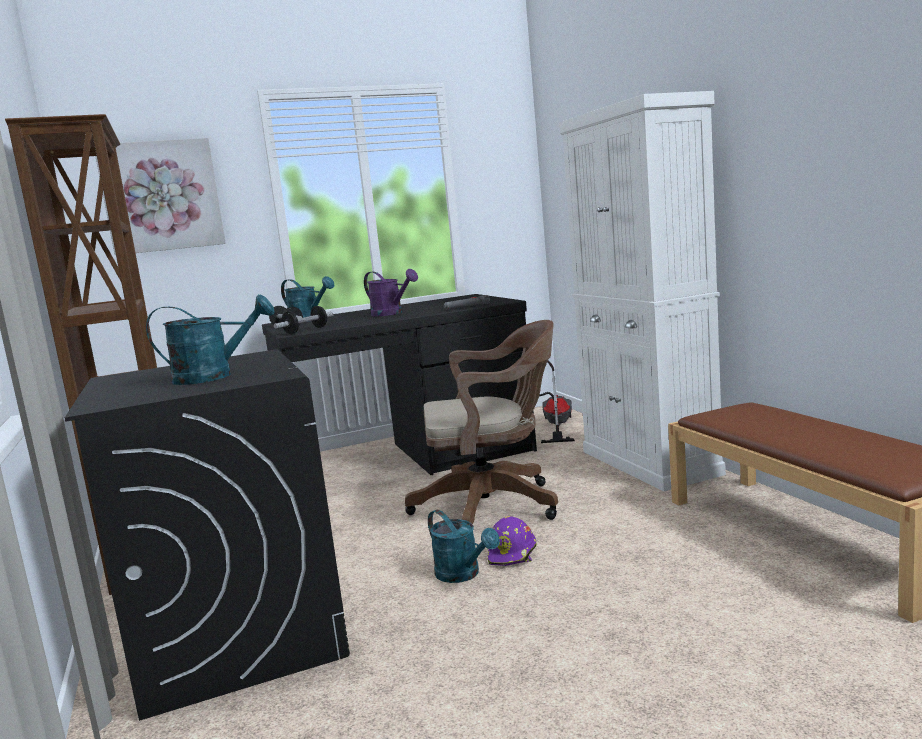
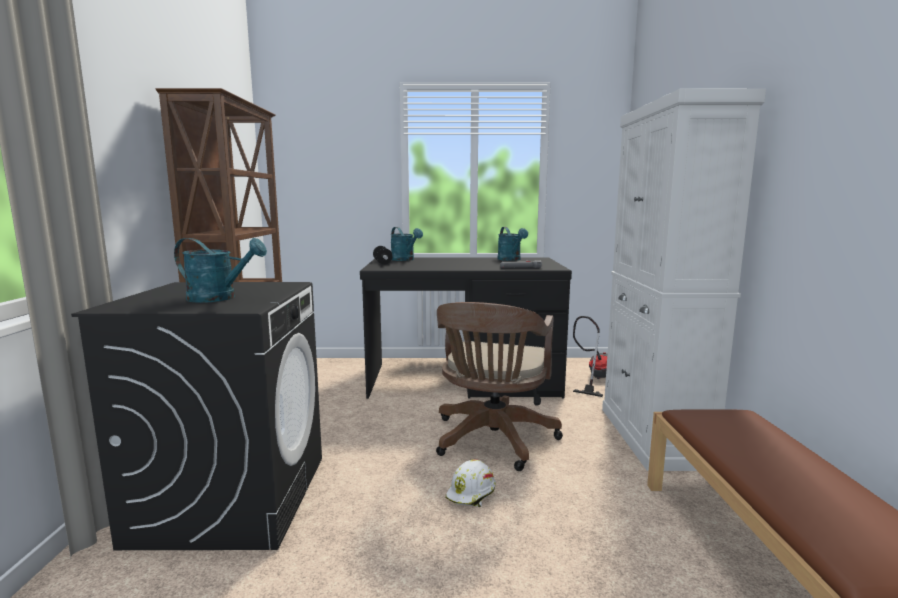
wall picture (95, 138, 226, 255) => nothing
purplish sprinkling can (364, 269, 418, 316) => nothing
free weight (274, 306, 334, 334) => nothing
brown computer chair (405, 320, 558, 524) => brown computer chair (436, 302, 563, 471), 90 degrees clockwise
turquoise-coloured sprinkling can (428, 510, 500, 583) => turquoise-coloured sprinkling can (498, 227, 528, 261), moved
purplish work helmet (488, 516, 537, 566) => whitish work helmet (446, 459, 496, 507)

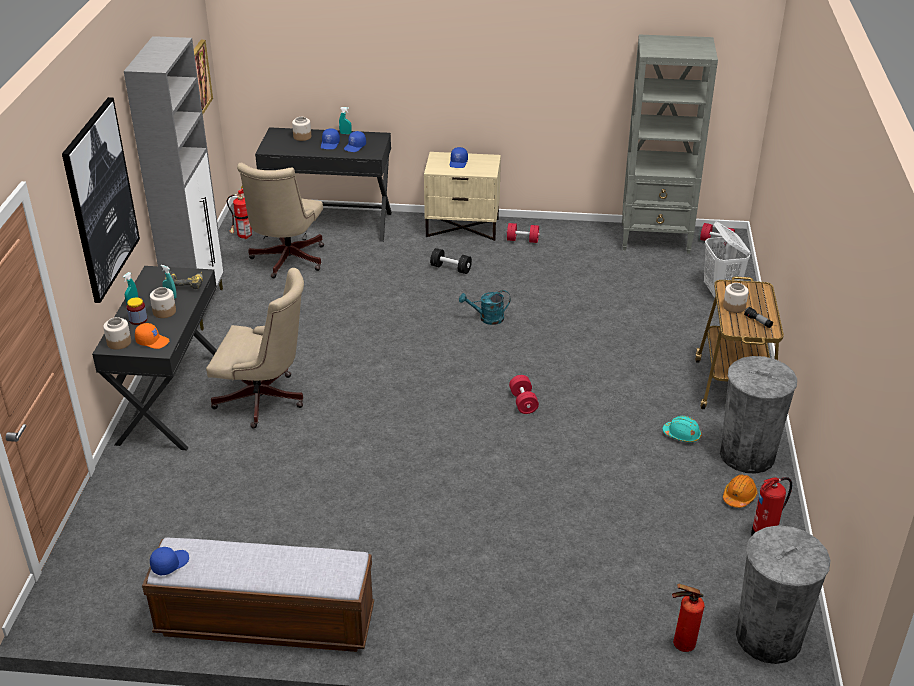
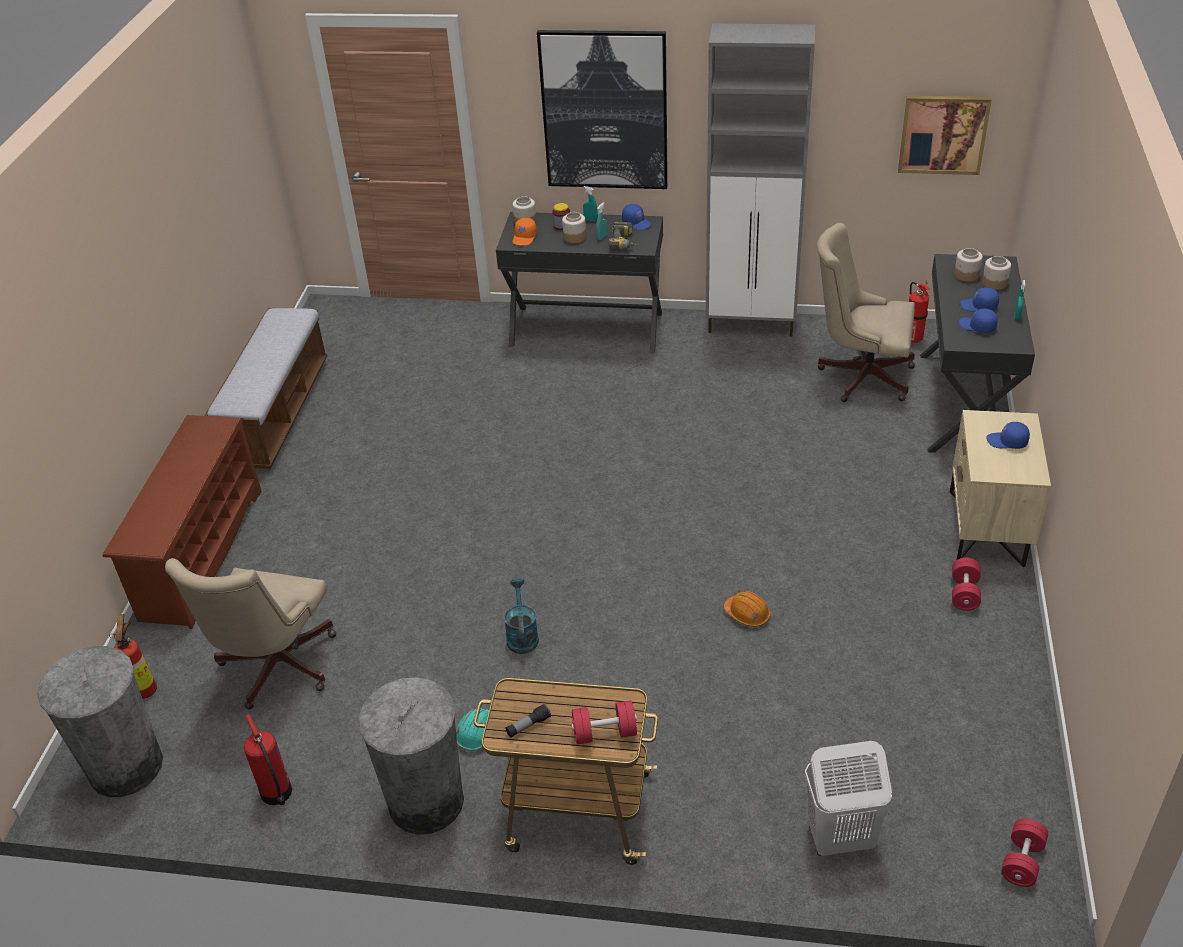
gray shelving unit (622, 35, 718, 254) => nothing
black free weight (430, 248, 472, 274) => nothing
sand-coloured computer chair (206, 268, 304, 429) => sand-coloured computer chair (165, 558, 337, 709), moved
preserve jar (723, 283, 749, 313) => preserve jar (954, 248, 983, 282), moved
turquoise-coloured sprinkling can (459, 290, 511, 325) => turquoise-coloured sprinkling can (504, 578, 539, 654), moved
reddish free weight (509, 375, 539, 414) => reddish free weight (571, 700, 637, 745), moved
orange work helmet (723, 474, 758, 508) => orange work helmet (724, 591, 771, 627), moved
bluish baseball cap (150, 547, 189, 575) => bluish baseball cap (622, 204, 651, 230), moved
nothing => brown shoe shelf (103, 415, 261, 629)

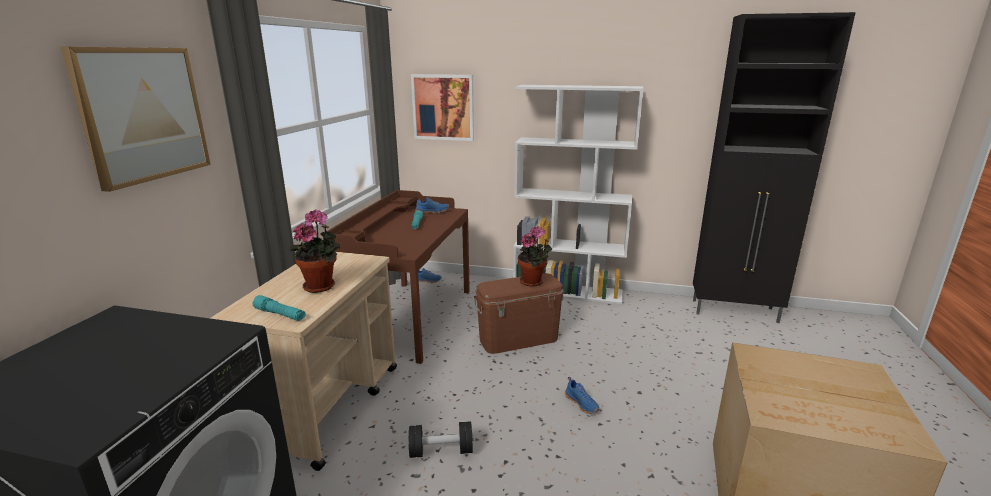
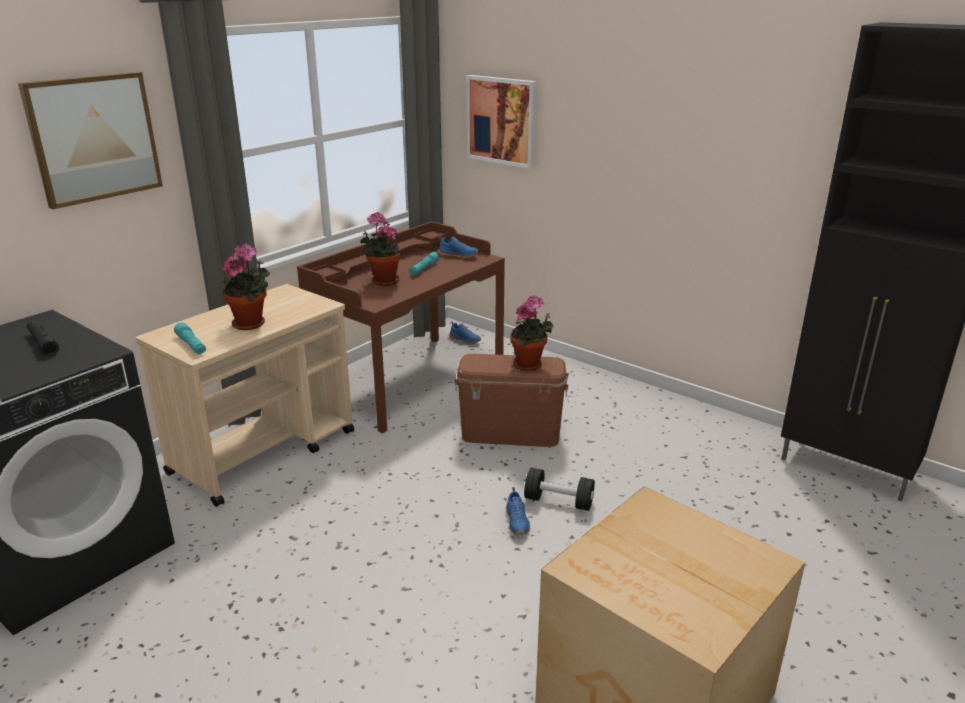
whitish shelving unit (513, 85, 644, 304) => nothing
black free weight (408, 421, 474, 458) => black free weight (524, 468, 595, 511), moved
nothing => houseplant (360, 212, 401, 286)
nothing => black hand torch (27, 321, 59, 356)

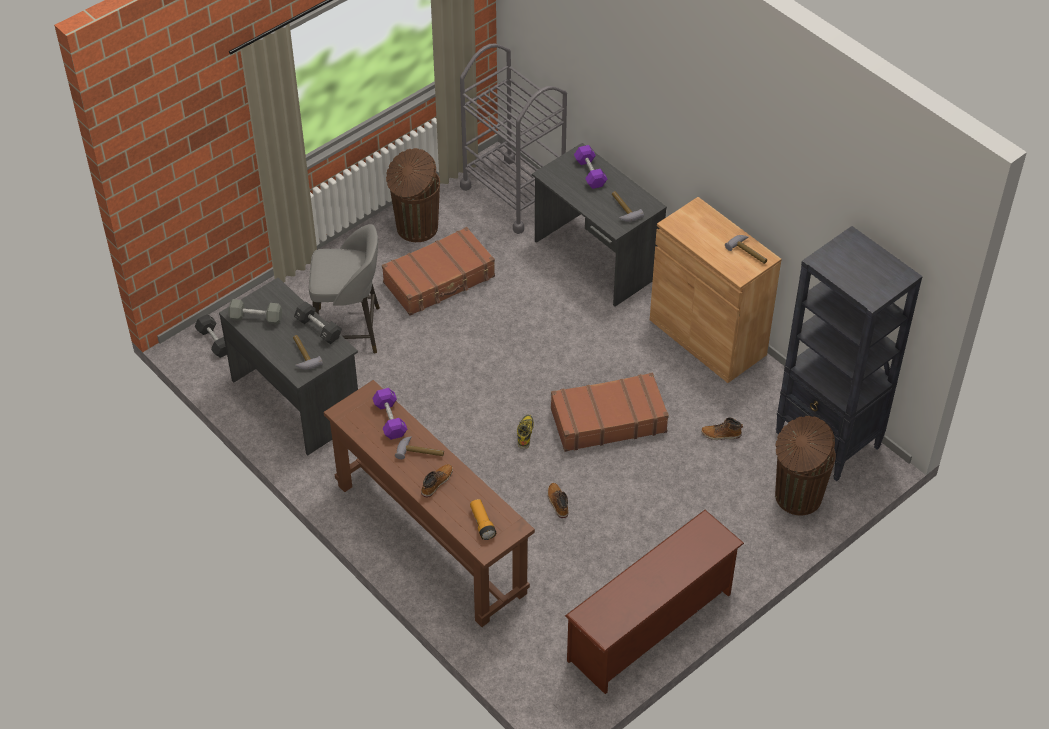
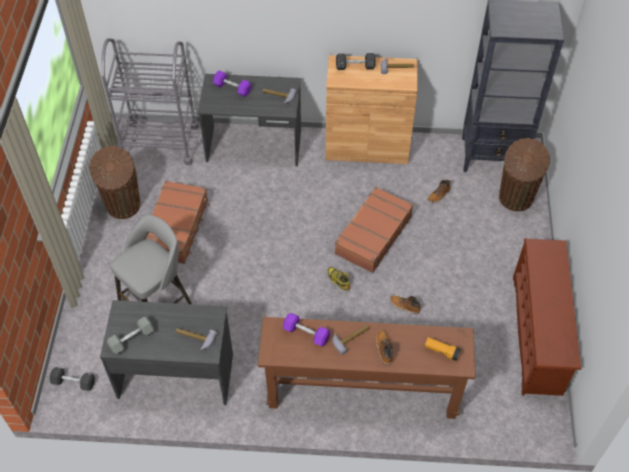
black free weight (294, 301, 342, 344) => black free weight (336, 53, 376, 70), moved

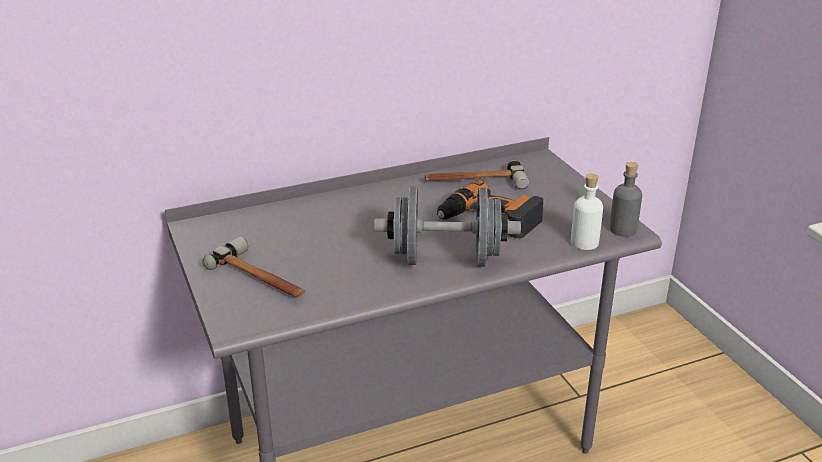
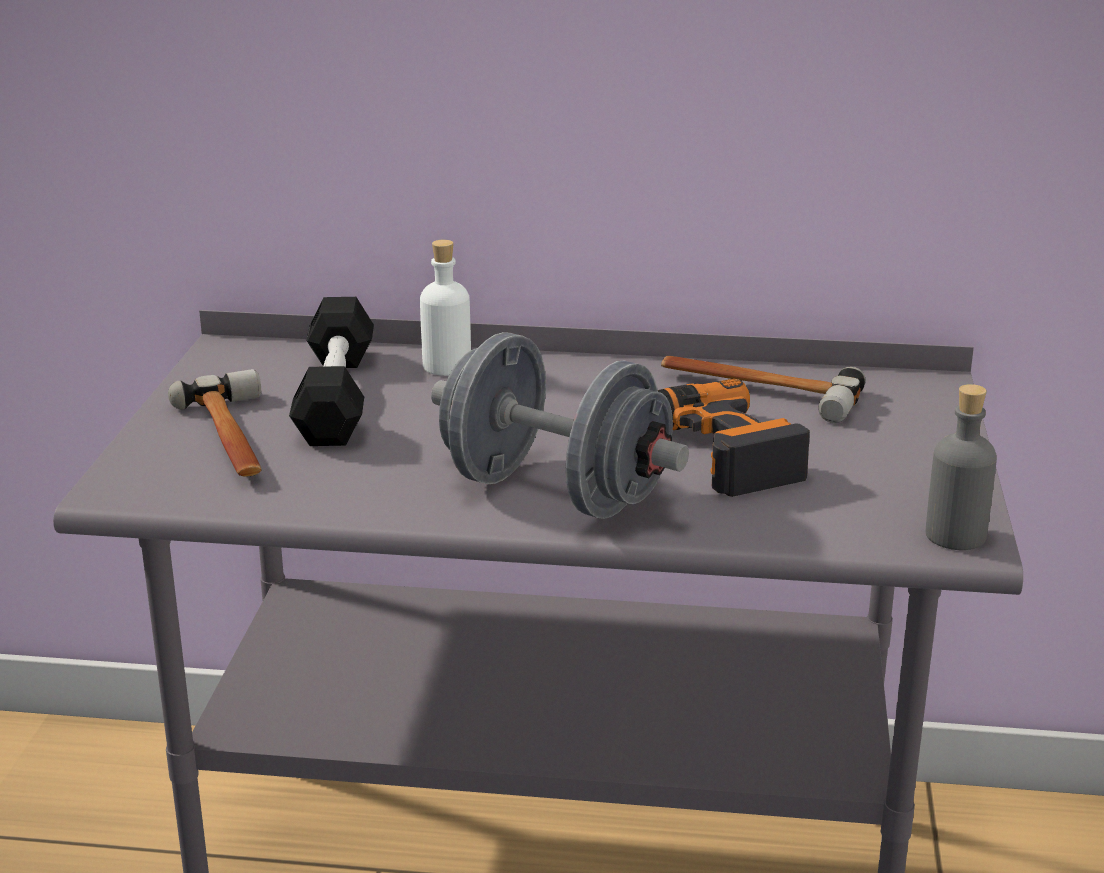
whitish beverage bottle (571, 174, 603, 250) => whitish beverage bottle (420, 240, 471, 376), moved
nothing => black free weight (289, 297, 374, 446)

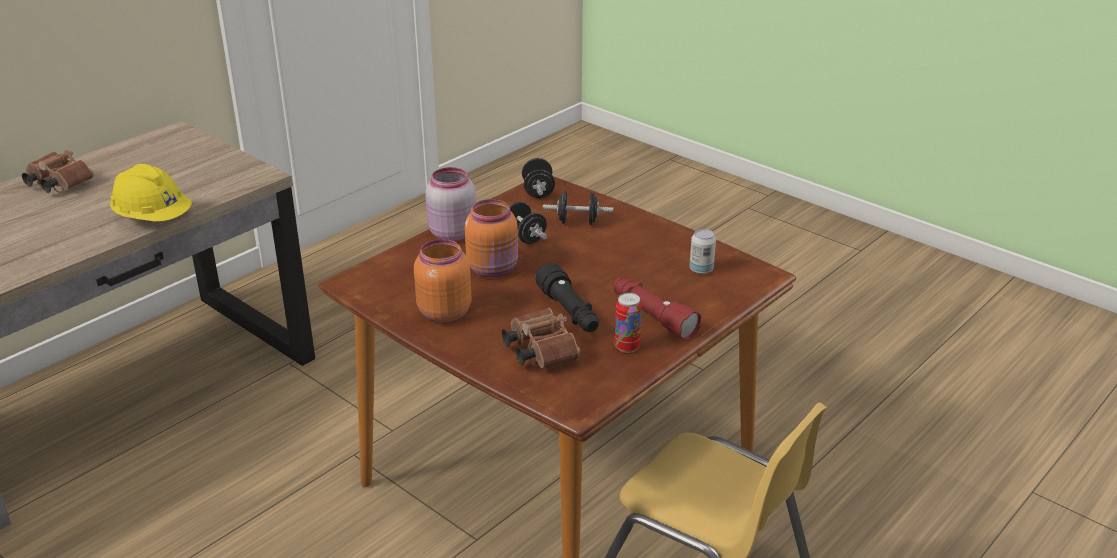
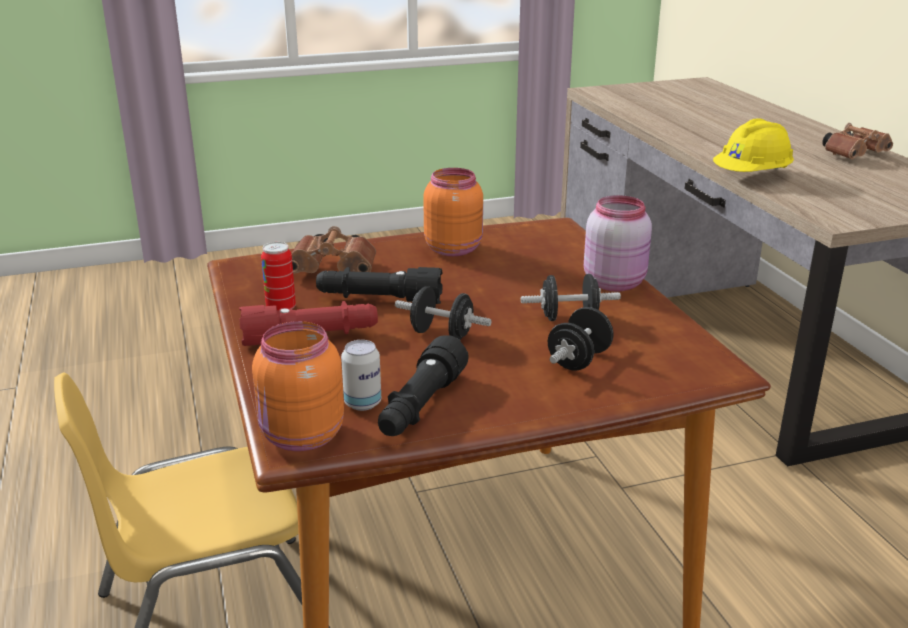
black free weight (522, 158, 555, 198) => black free weight (395, 286, 492, 340), moved
orange preserve jar (465, 199, 518, 277) => orange preserve jar (252, 321, 344, 451), moved
nothing => black hand torch (378, 335, 469, 436)

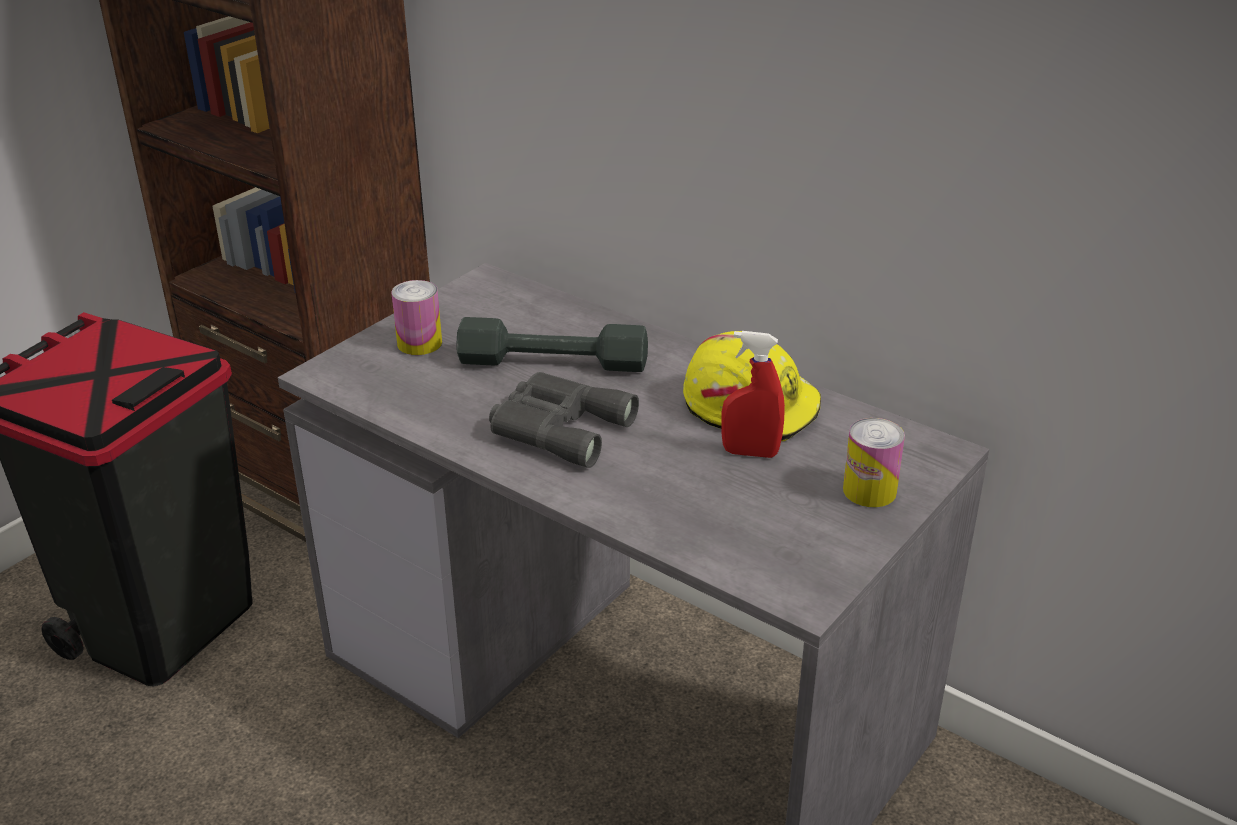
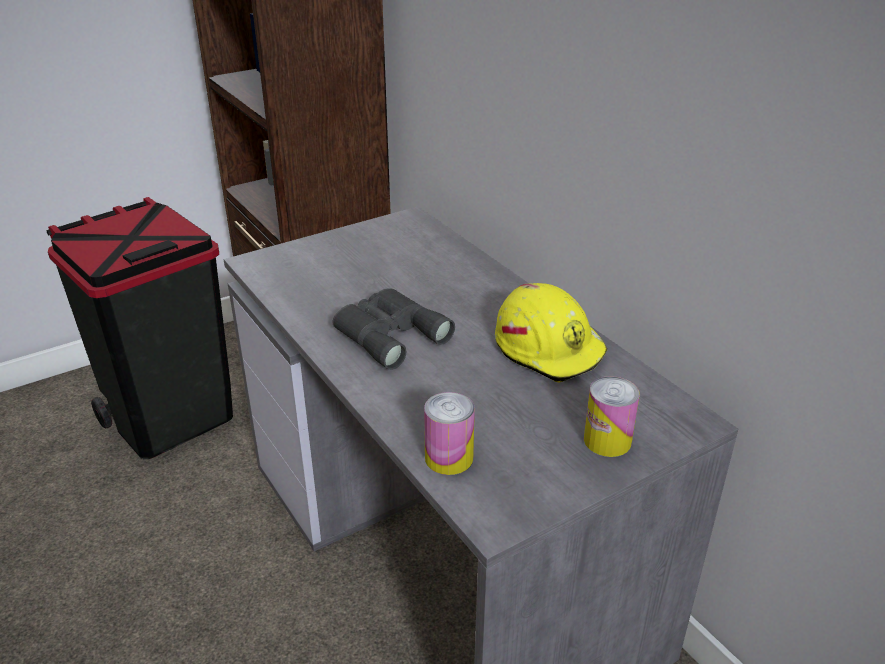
can (391, 280, 442, 355) => can (424, 392, 475, 475), moved
gray free weight (456, 317, 648, 372) => nothing
reddish sprayer (721, 331, 785, 458) => nothing

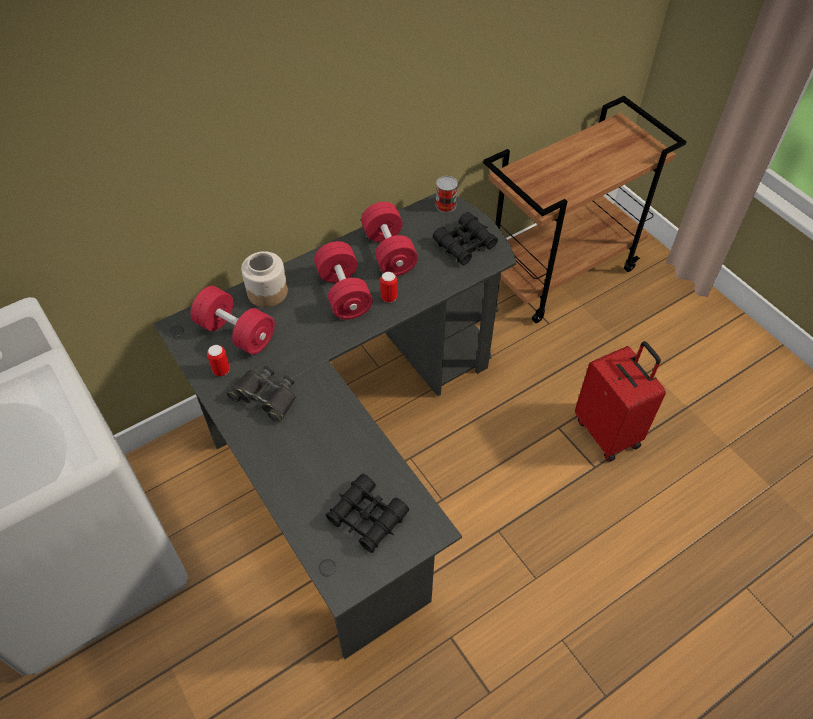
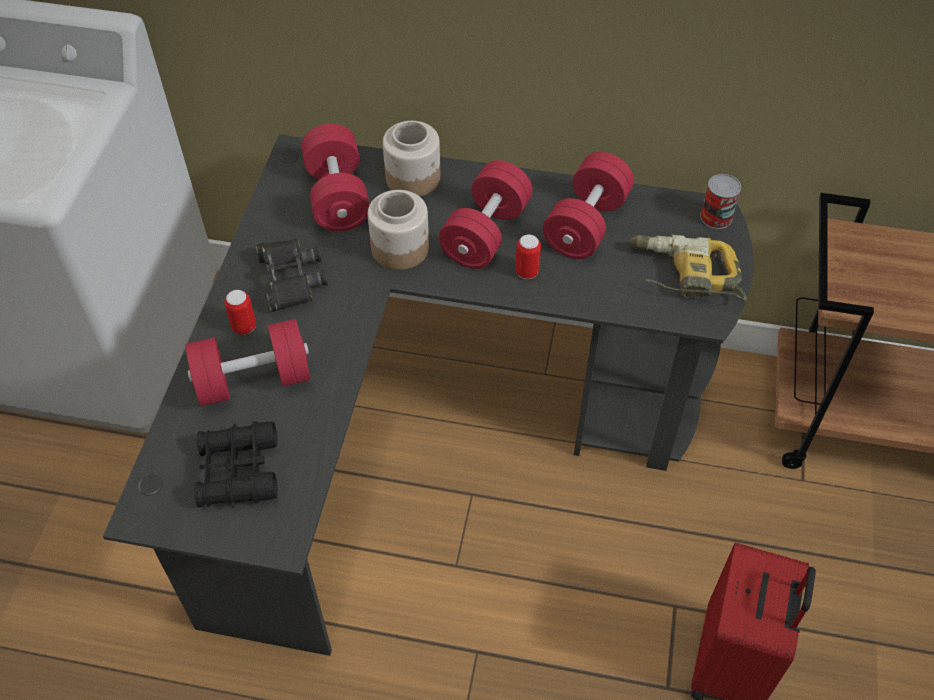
black field glasses (433, 212, 498, 265) => drill (630, 235, 747, 301)
can (207, 345, 230, 376) => can (224, 290, 256, 335), moved
nothing => preserve jar (368, 190, 429, 270)
nothing => reddish free weight (186, 319, 310, 406)

